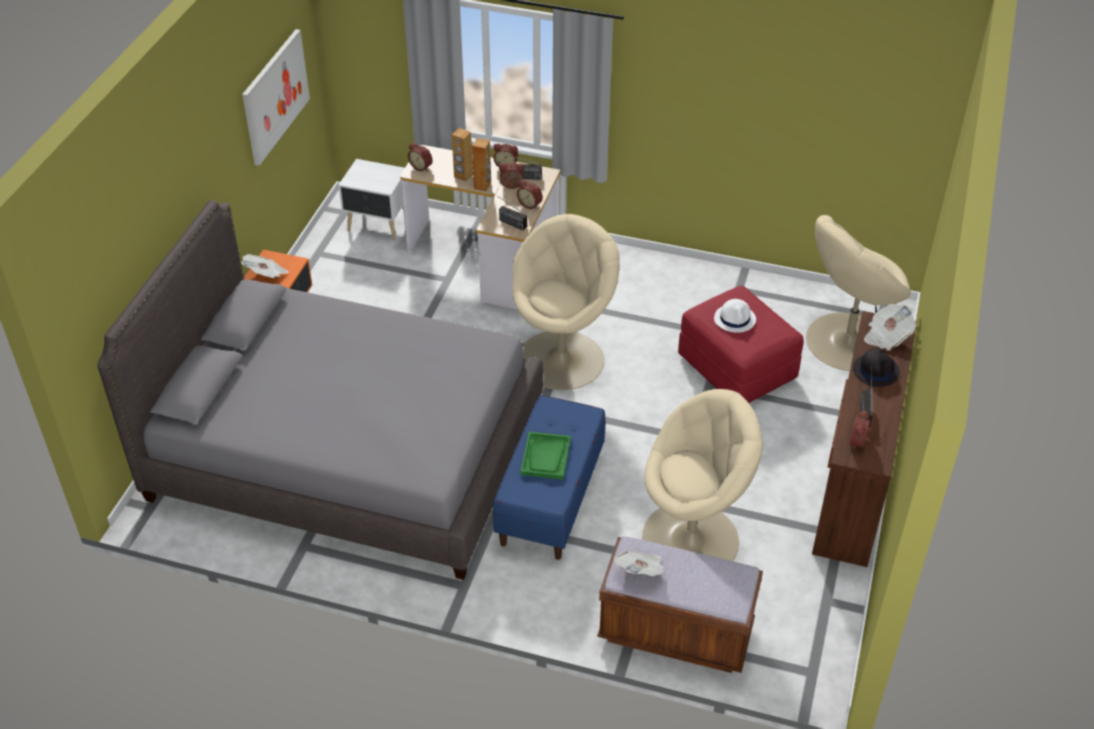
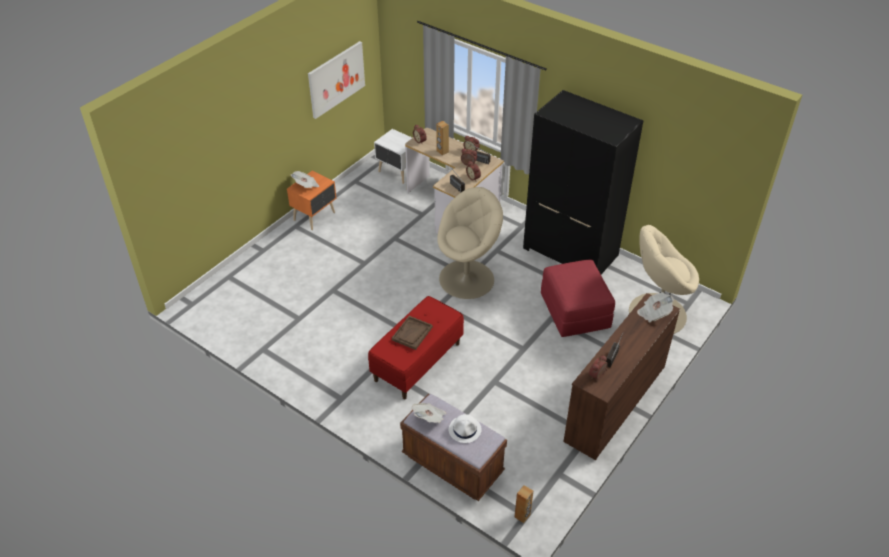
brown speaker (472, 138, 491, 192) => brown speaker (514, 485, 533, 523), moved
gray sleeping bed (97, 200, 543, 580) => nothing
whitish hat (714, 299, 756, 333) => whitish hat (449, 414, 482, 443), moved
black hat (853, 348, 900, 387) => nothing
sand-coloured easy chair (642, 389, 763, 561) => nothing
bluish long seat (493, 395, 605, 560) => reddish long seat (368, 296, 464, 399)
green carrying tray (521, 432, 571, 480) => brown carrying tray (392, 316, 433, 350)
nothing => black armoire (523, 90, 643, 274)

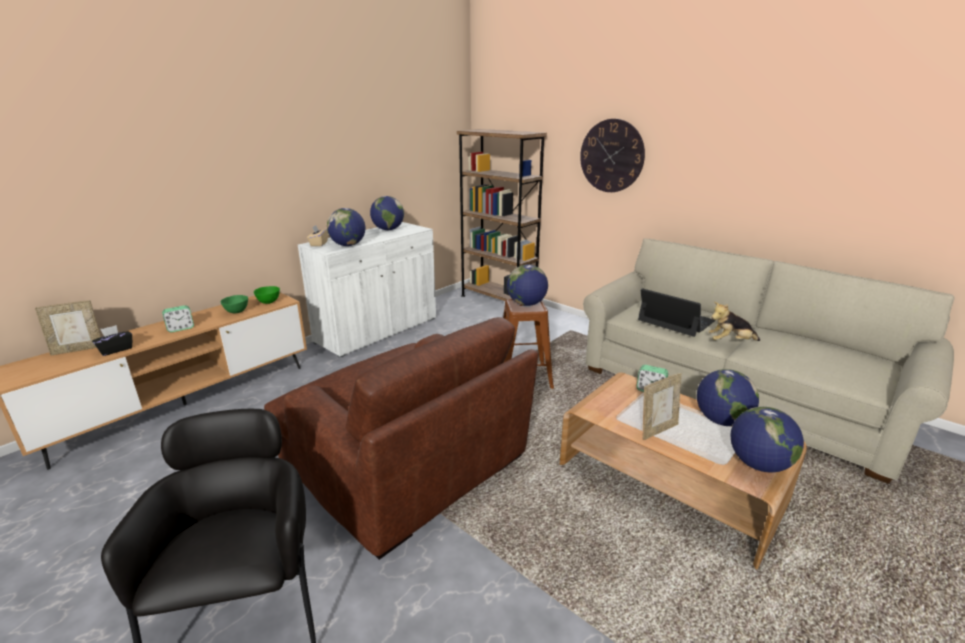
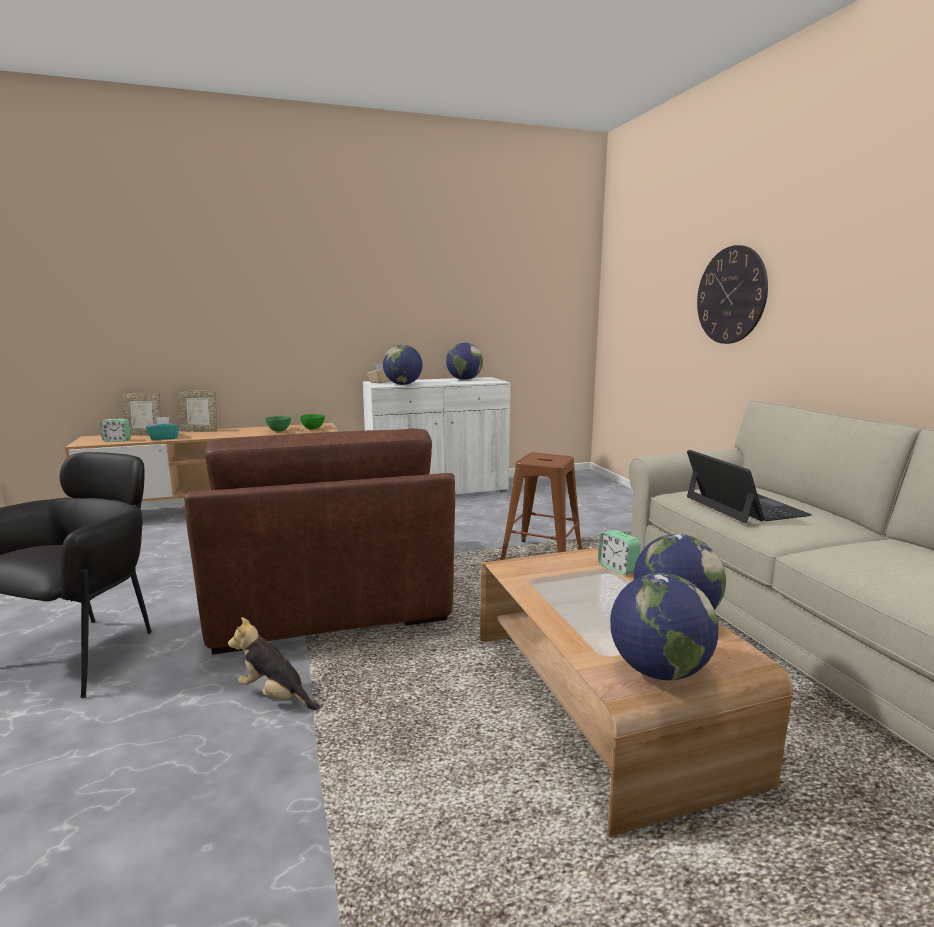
brown shelving unit (457, 129, 547, 301) => nothing
world globe (507, 264, 548, 306) => nothing
plush toy (708, 302, 760, 341) => plush toy (228, 617, 321, 710), moved
table clock (162, 305, 194, 332) => table clock (100, 419, 131, 442), moved
black tissue holder (92, 325, 132, 356) => turquoise-coloured tissue holder (146, 417, 180, 440)
standing frame (643, 373, 682, 440) => standing frame (178, 391, 218, 432), moved

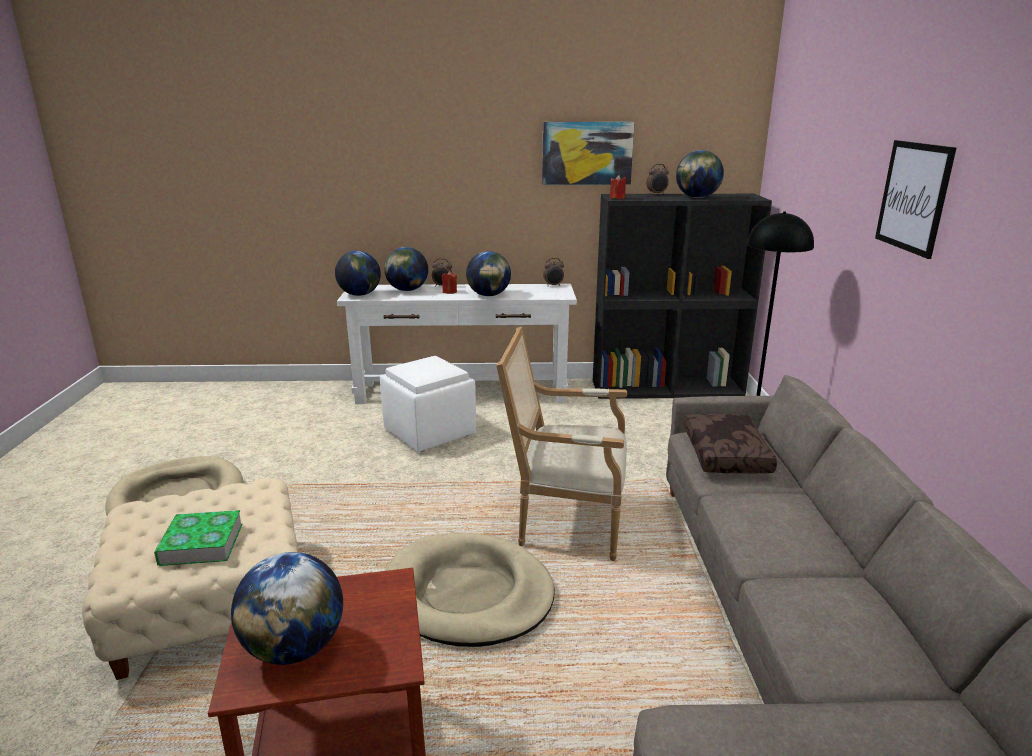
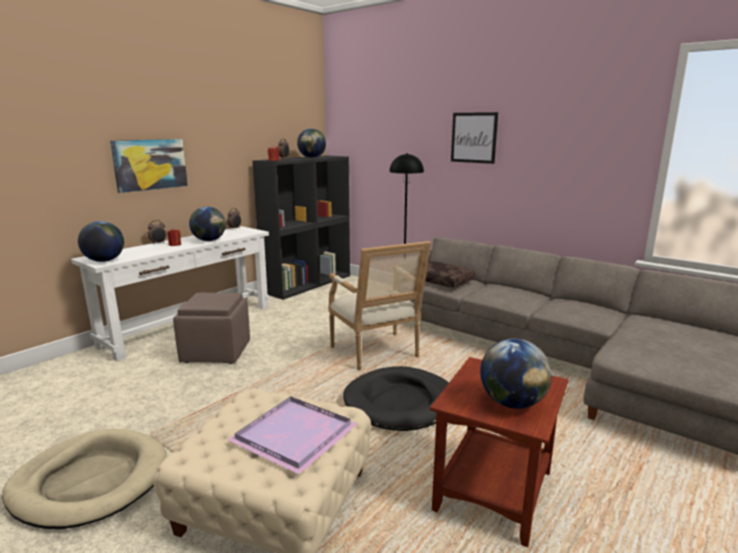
wall picture (542, 122, 634, 185) => wall picture (110, 139, 188, 193), moved
world globe (384, 247, 428, 291) => nothing
easy chair (496, 327, 627, 561) => easy chair (328, 241, 431, 370), 75 degrees counterclockwise
whitish pouffe (380, 356, 476, 452) => brown pouffe (173, 293, 250, 364)
volume (154, 510, 243, 566) => purplish carrying tray (227, 396, 358, 475)
sand-coloured dog cushion (386, 533, 555, 647) => black dog cushion (343, 366, 449, 431)

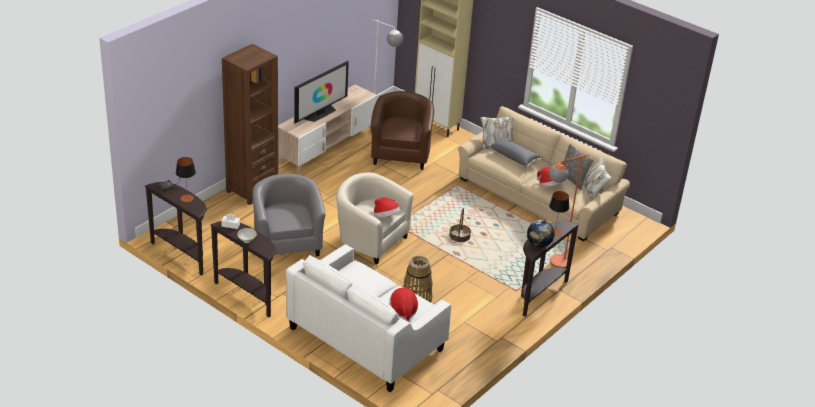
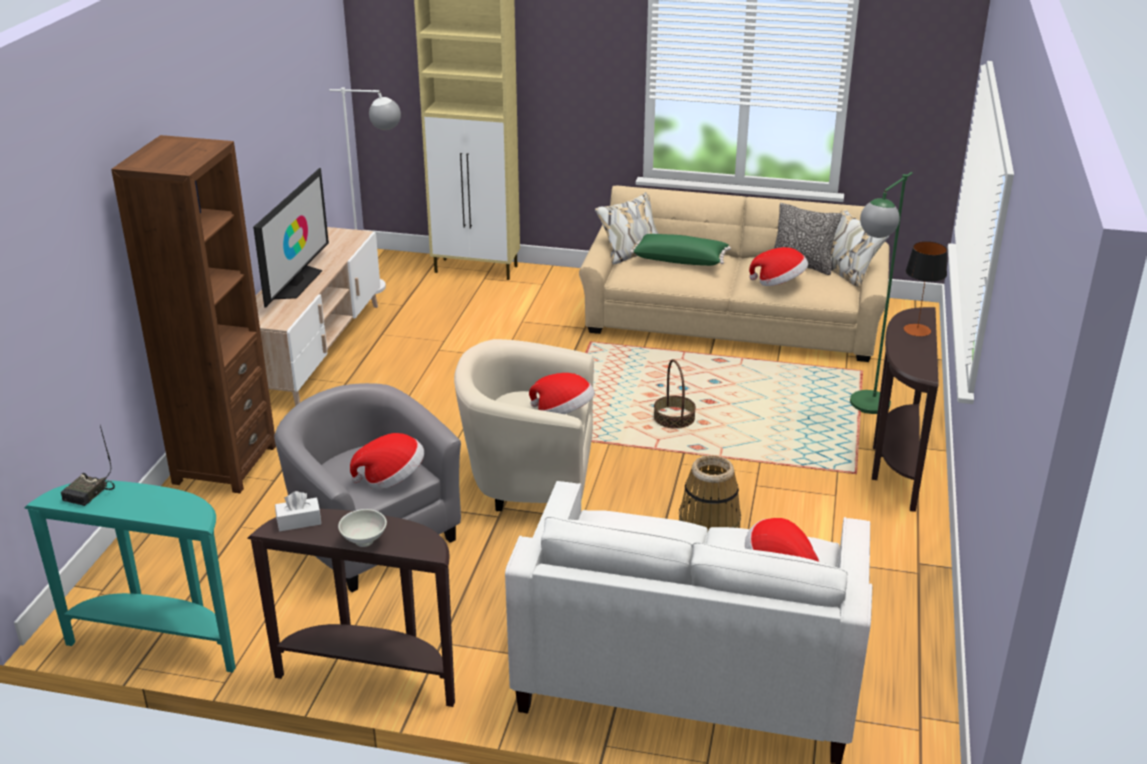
brown easy chair (371, 91, 434, 170) => nothing
gray throw pillow (489, 138, 541, 167) => green throw pillow (630, 234, 731, 266)
orange standing lamp (549, 155, 589, 268) => green standing lamp (850, 172, 913, 414)
tabletop lamp (176, 157, 196, 202) => nothing
brown narrow table (145, 182, 207, 276) => turquoise-coloured narrow table (24, 480, 236, 673)
world globe (527, 220, 555, 248) => nothing
nothing => hat (350, 433, 424, 489)

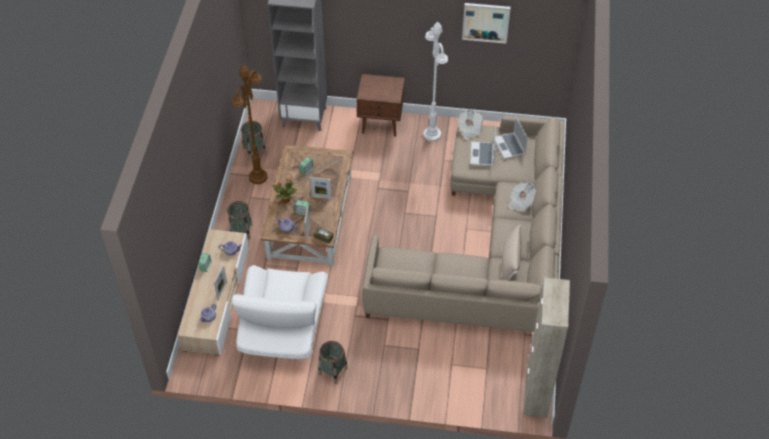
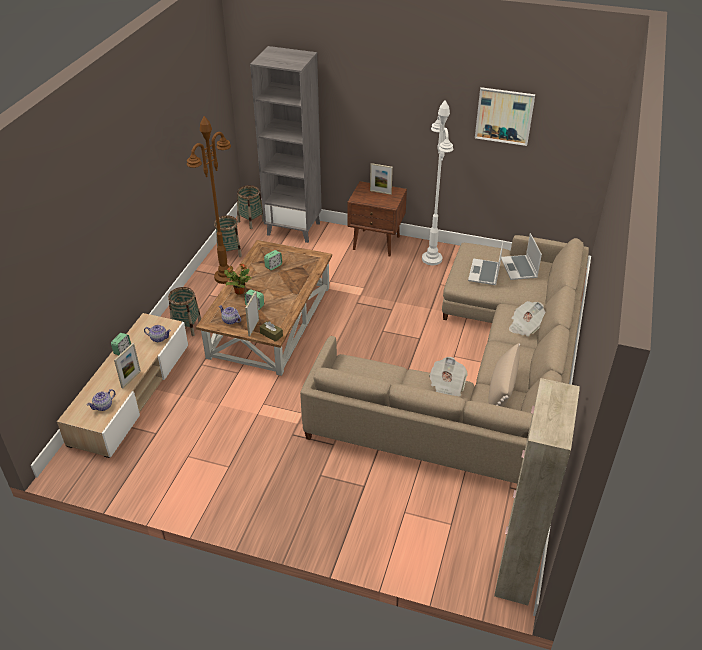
newspaper (457, 109, 483, 140) => newspaper (429, 357, 468, 397), moved
standing frame (310, 177, 332, 199) => standing frame (370, 163, 393, 195), moved
whitish easy chair (232, 265, 328, 359) => nothing
household basket (318, 341, 348, 384) => household basket (237, 185, 264, 229), moved

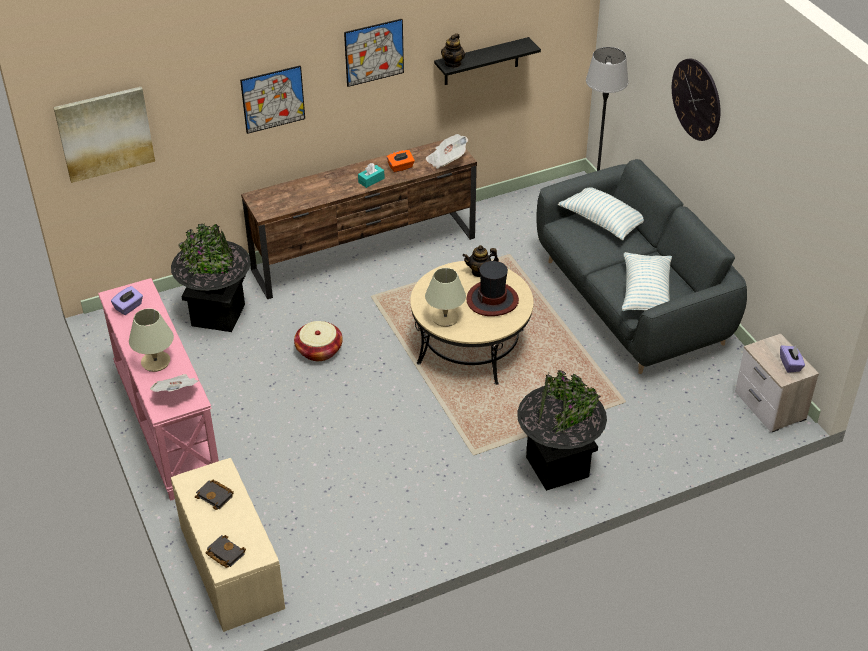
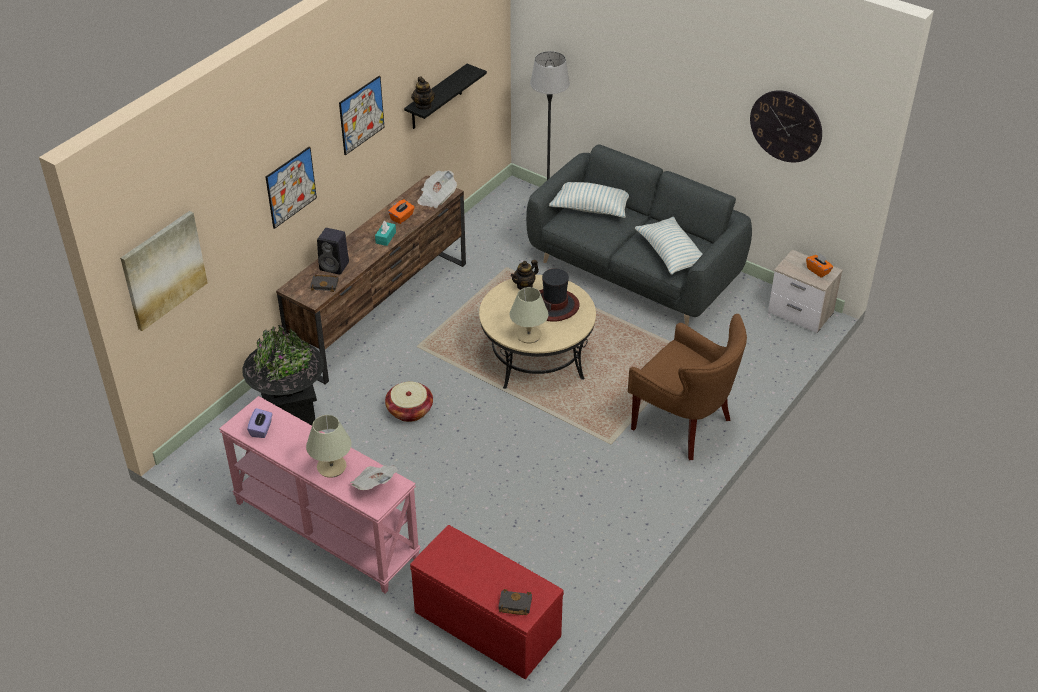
hanging clock (672, 59, 720, 141) => hanging clock (750, 90, 822, 162), moved
purplish tissue holder (780, 345, 805, 373) => orange tissue holder (806, 253, 833, 278)
black plant pot (517, 370, 607, 491) => brown easy chair (628, 314, 747, 460)
sand-coloured long seat (171, 458, 285, 632) => reddish long seat (410, 525, 564, 679)
black volume (195, 480, 234, 510) => black volume (310, 275, 339, 292), moved
nothing => black speaker (317, 228, 349, 275)

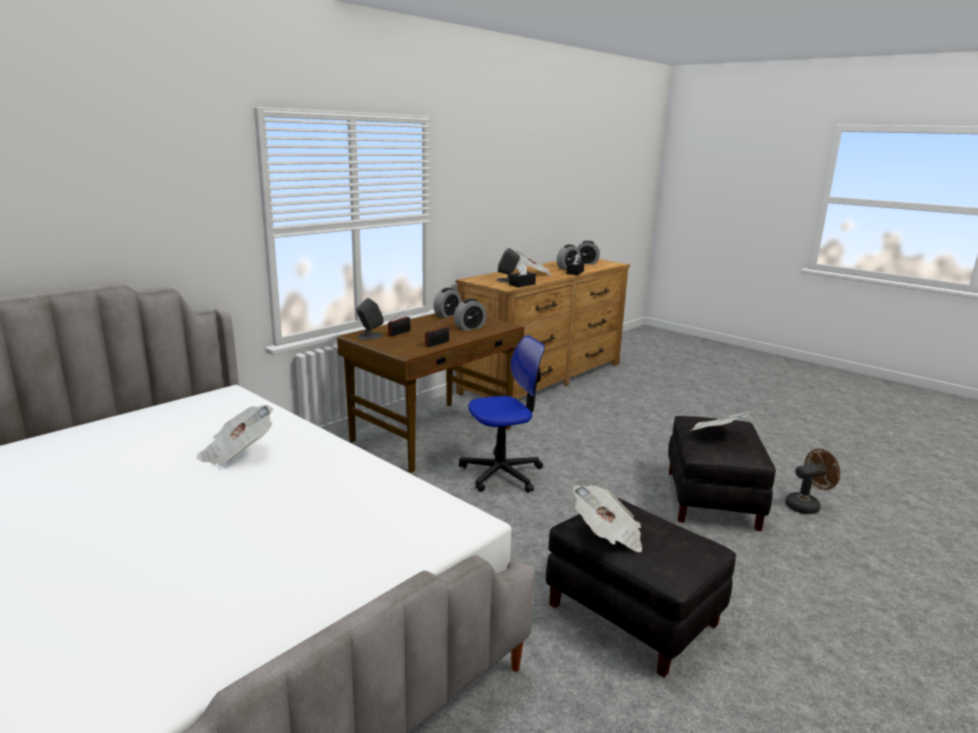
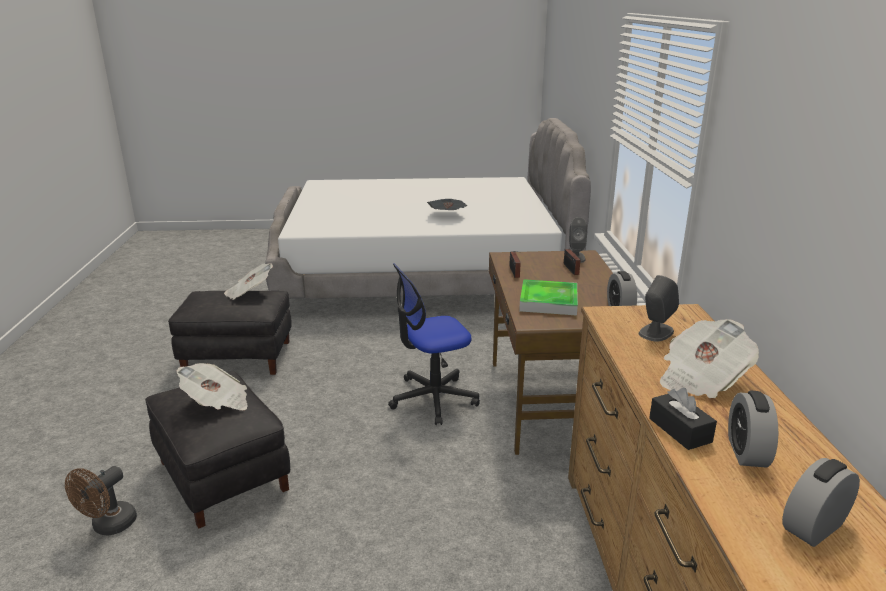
black tissue holder (509, 264, 536, 287) => nothing
table clock (454, 299, 487, 331) => carrying tray (519, 279, 578, 316)
computer chair (459, 335, 545, 493) => computer chair (388, 263, 480, 425), 45 degrees clockwise

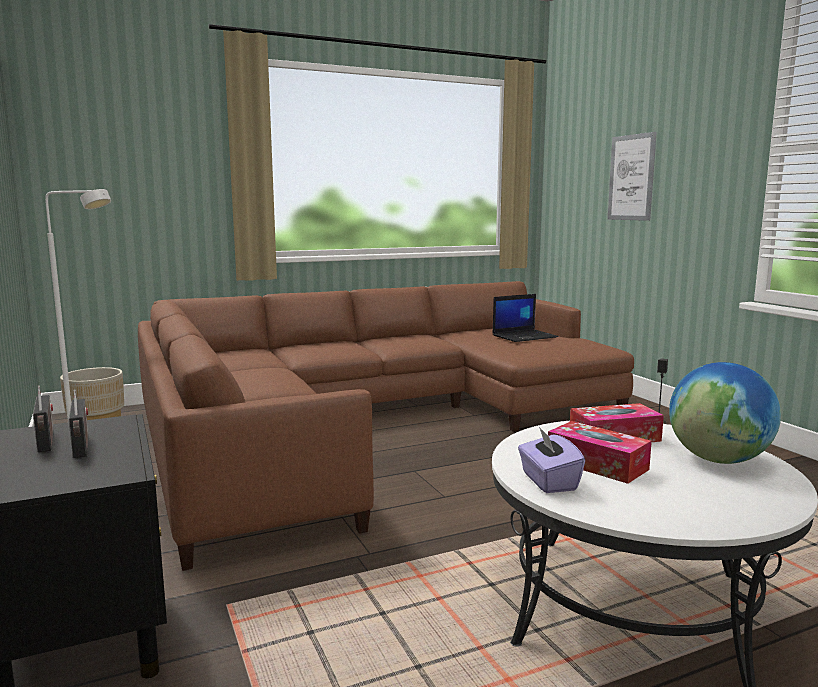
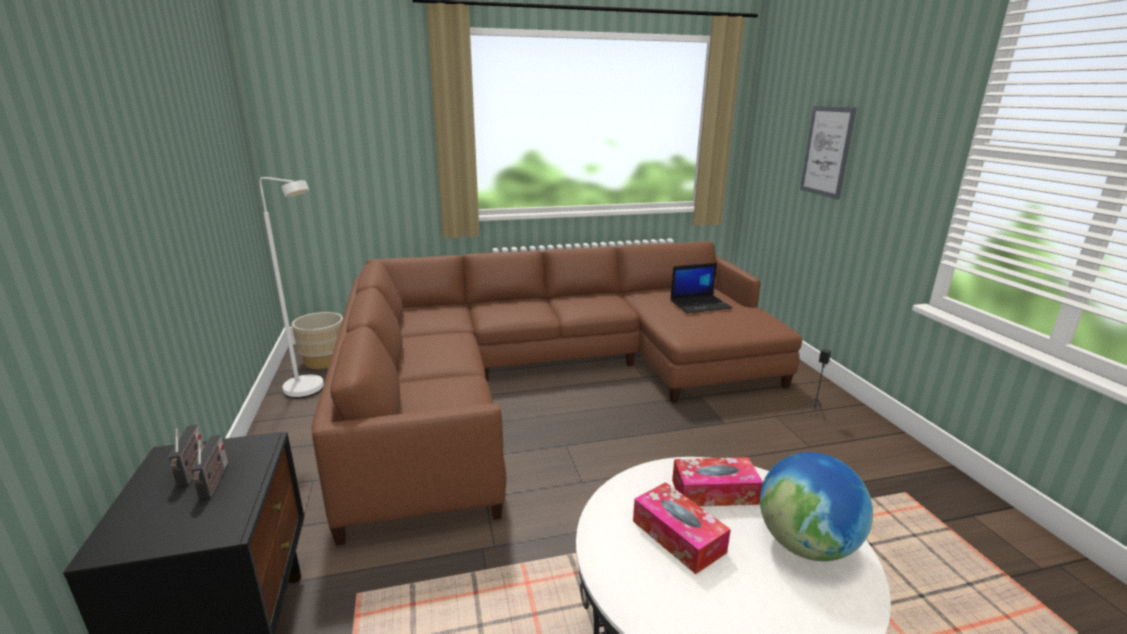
purplish tissue holder (518, 427, 585, 493) => nothing

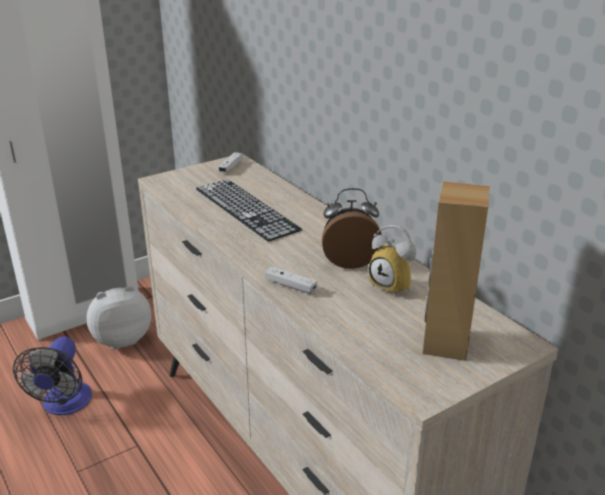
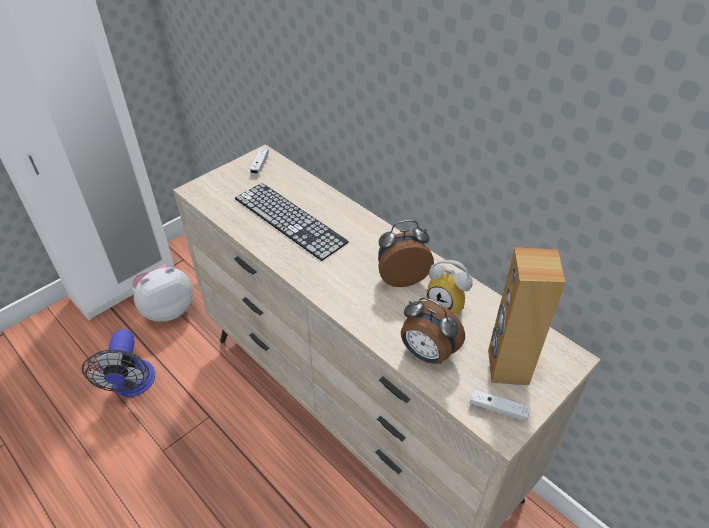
whitish gamepad (265, 267, 317, 294) => whitish gamepad (470, 389, 530, 421), moved
nothing => table clock (401, 298, 465, 364)

